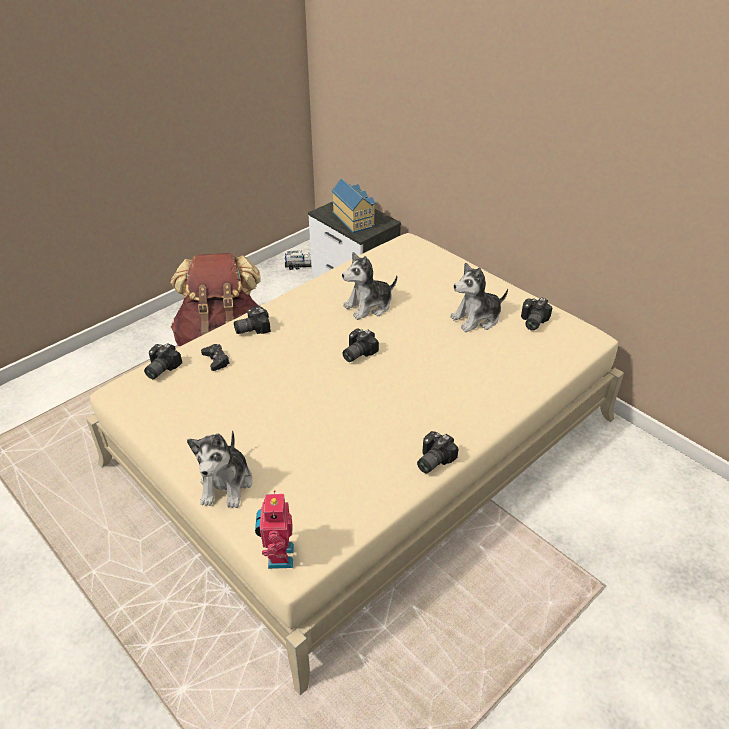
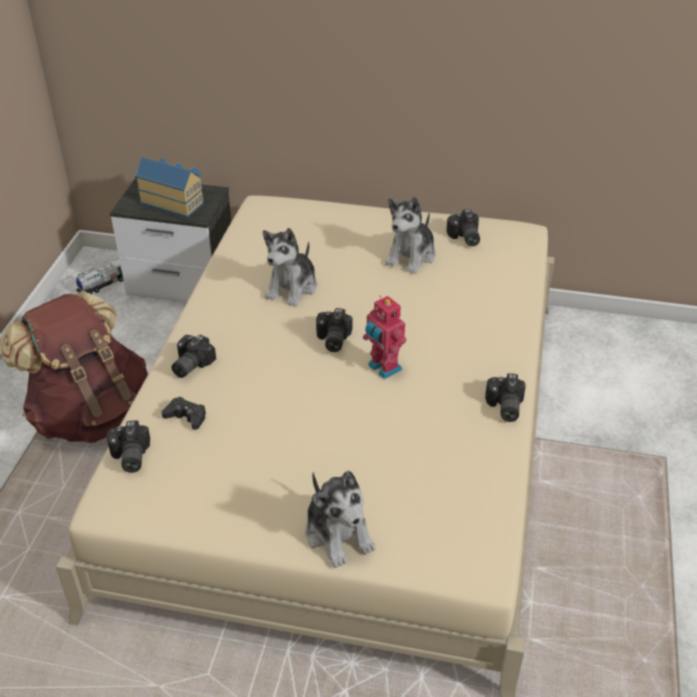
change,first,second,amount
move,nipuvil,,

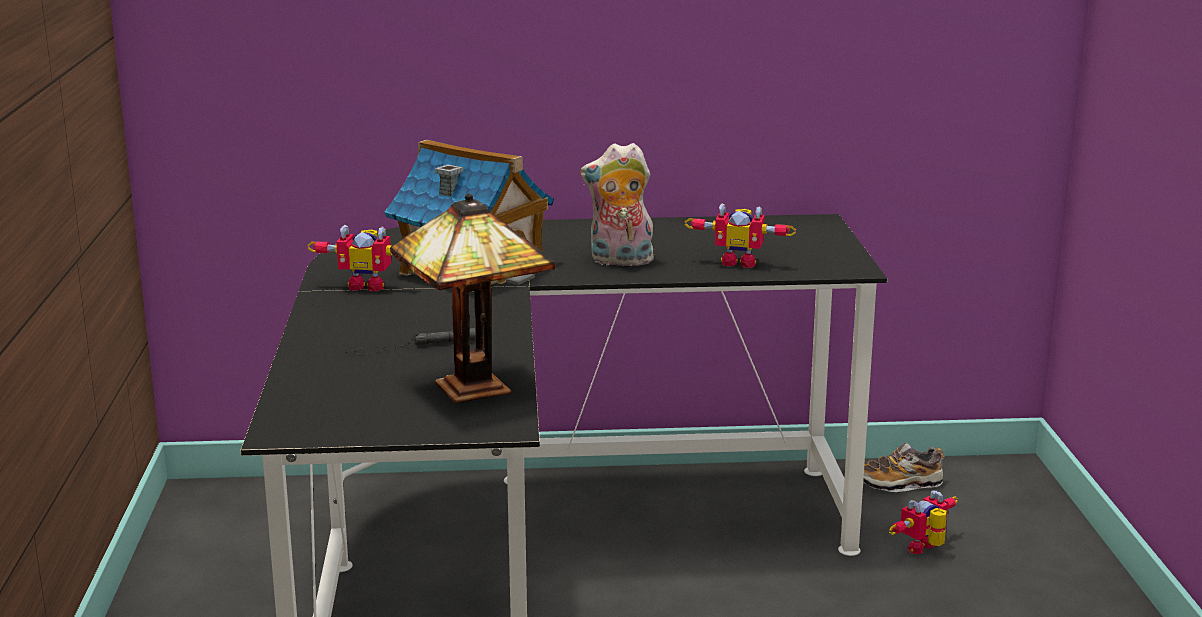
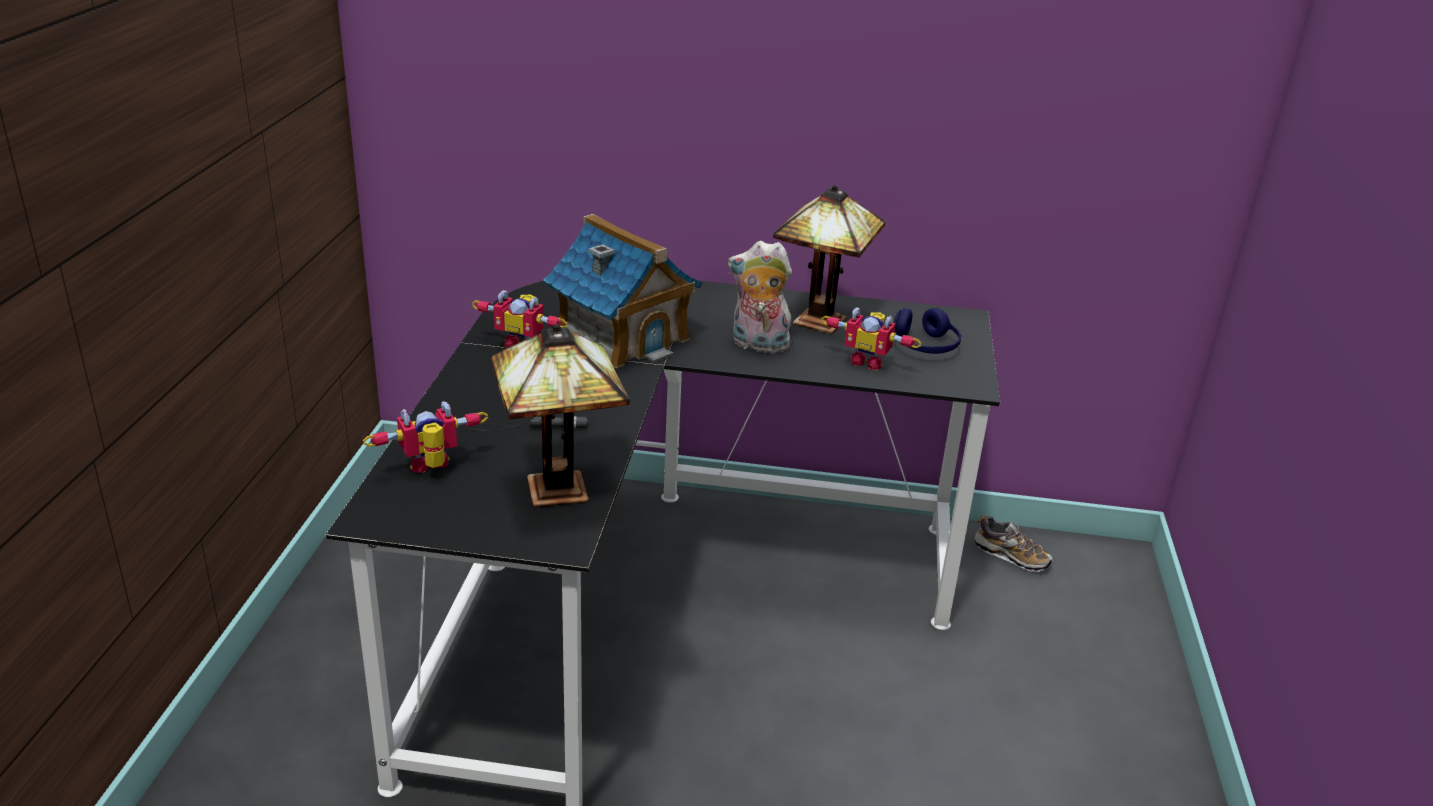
change,first,second,amount
move,nipuvil (3rd from left in the first image),nipuvil (1st from left),
insert,,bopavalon (2nd from left),
insert,,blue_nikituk,
rotate,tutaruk,,150 degrees counterclockwise

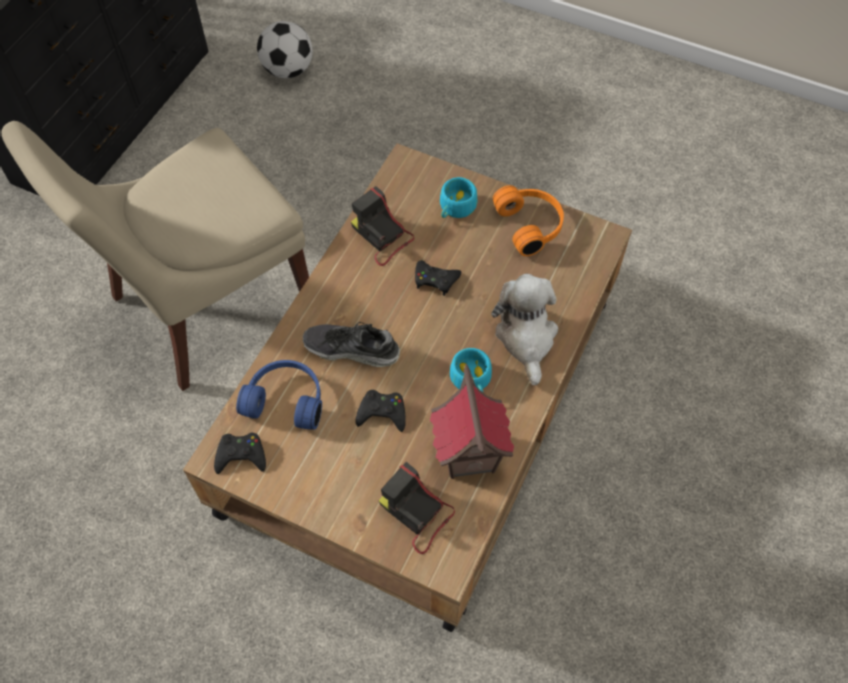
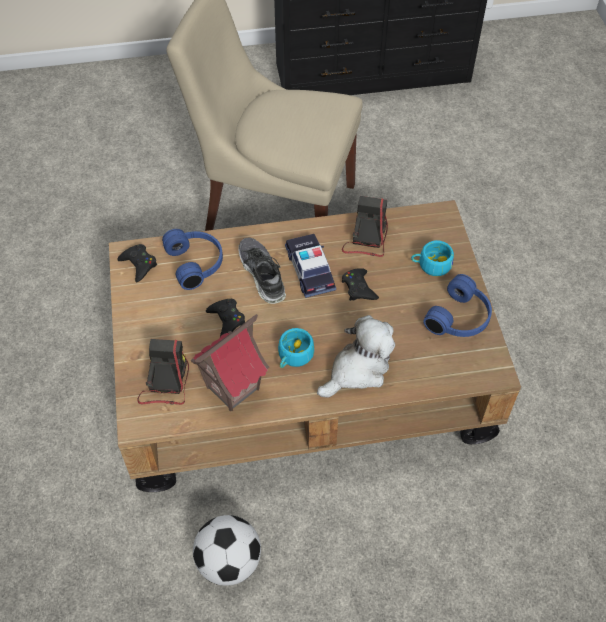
change,first,second,amount
move,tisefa,,
insert,,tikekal,
recolor,orange_nikituk,blue_nikituk (2nd from left),

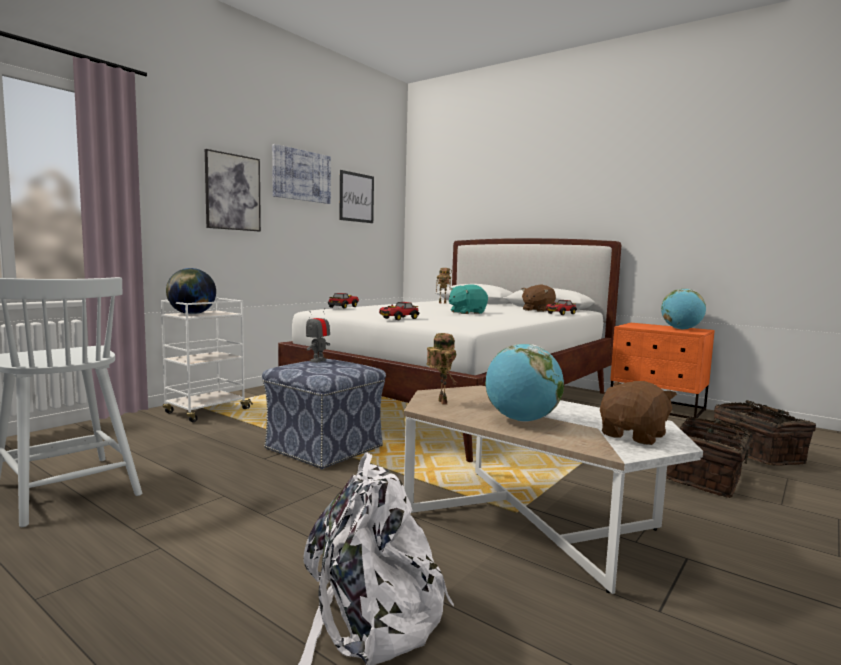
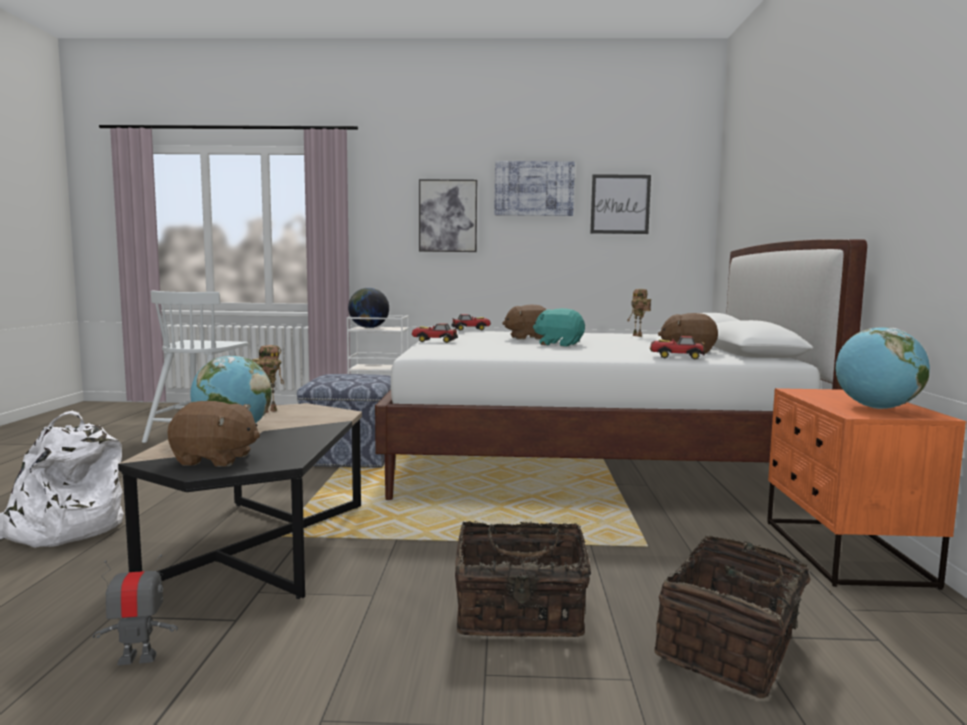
change,first,second,amount
move,nipuvil (1st from left),,
recolor,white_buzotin,black_buzotin,
insert,,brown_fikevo (2nd from left),

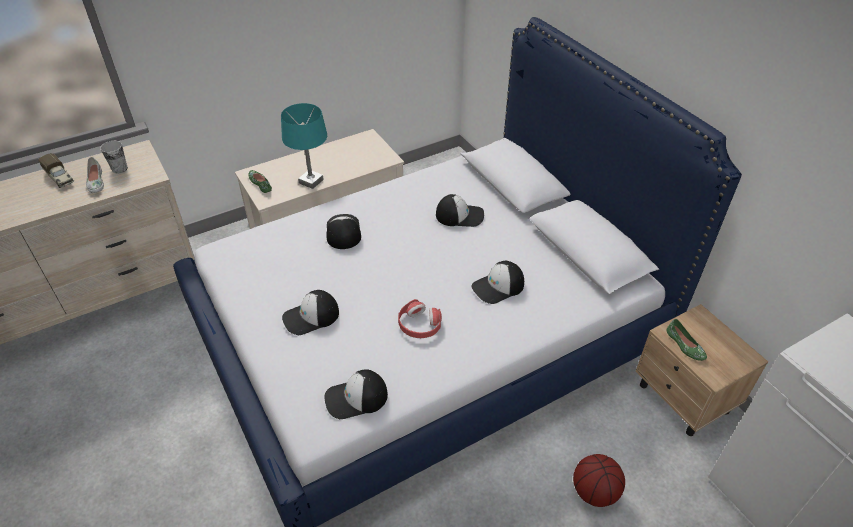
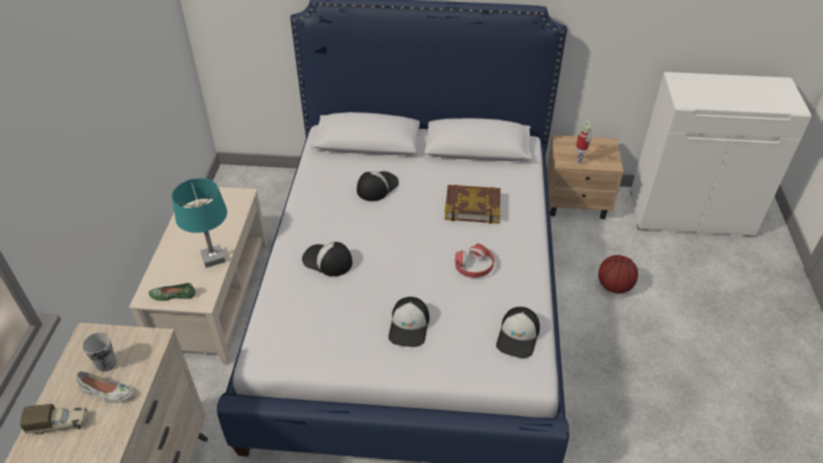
change,first,second,amount
replace,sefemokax (5th from left),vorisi,
replace,green_tutaruk (2nd from left),nipuvil,

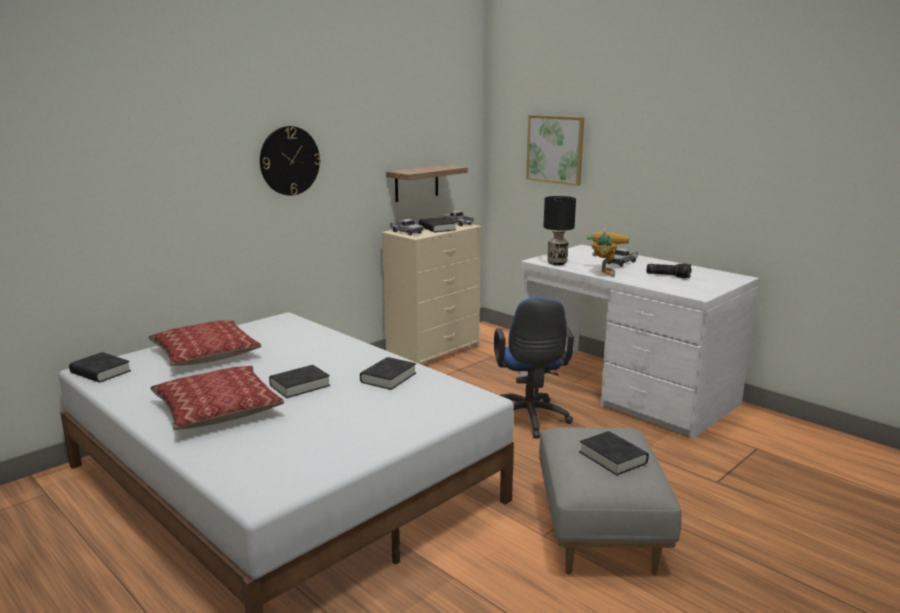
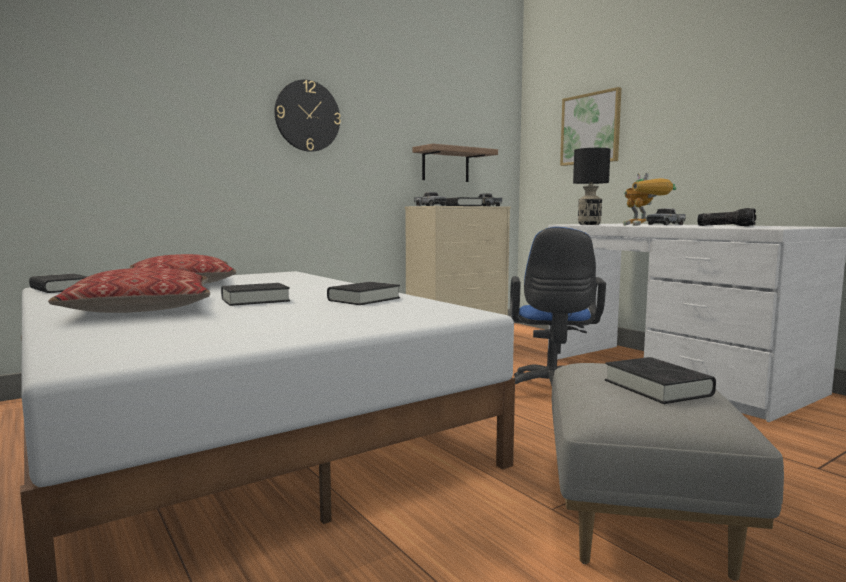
change,first,second,amount
rotate,nipuvil,,135 degrees clockwise

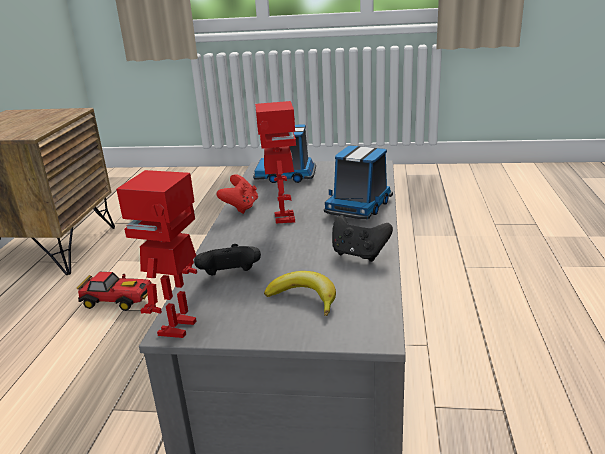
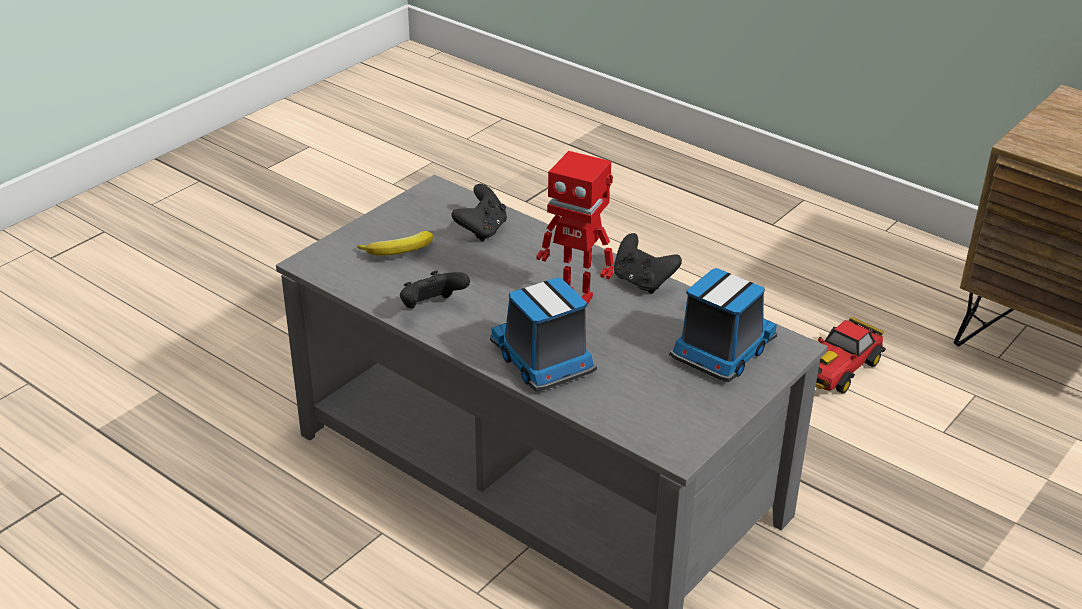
change,first,second,amount
recolor,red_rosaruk,black_rosaruk (3rd from left),
delete,nipuvil (1st from left),,

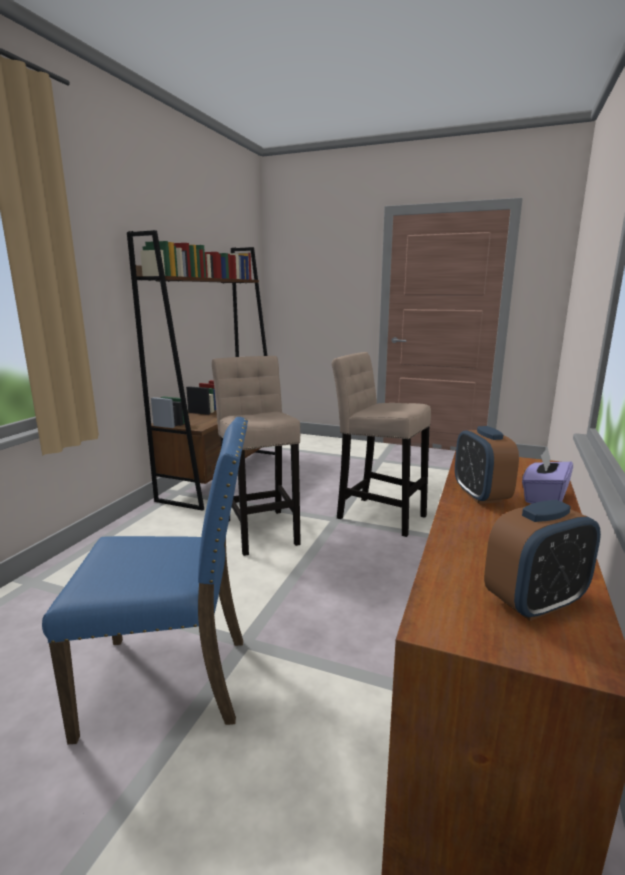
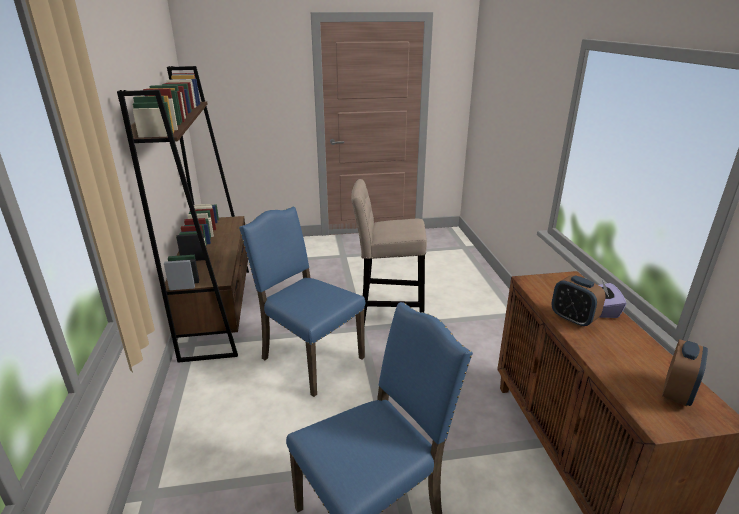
change,first,second,amount
replace,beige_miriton (1st from left),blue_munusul (1st from left),

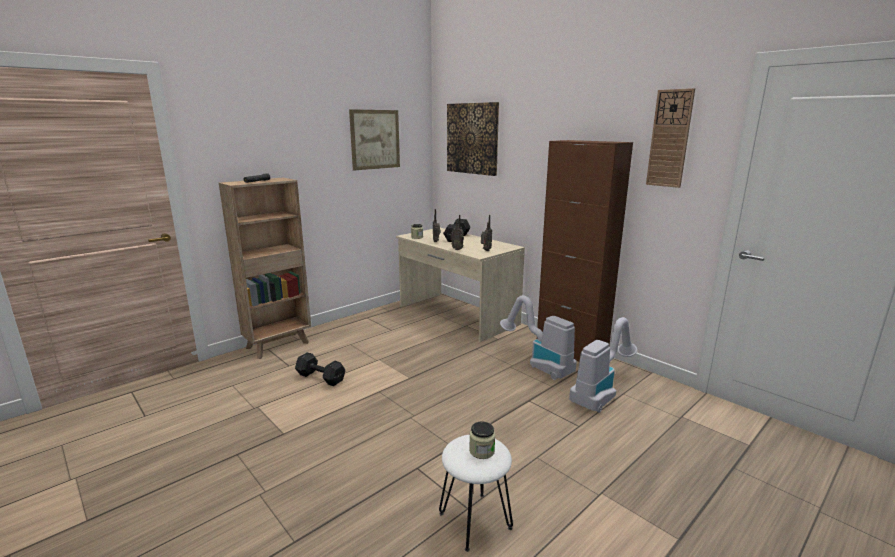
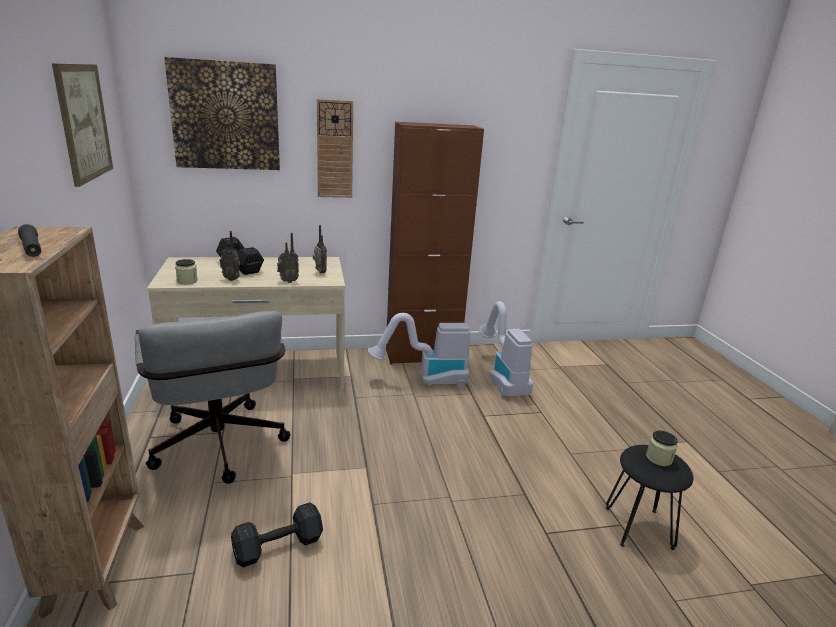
change,first,second,amount
insert,,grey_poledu,
move,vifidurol,,
recolor,white_miriton,black_miriton,

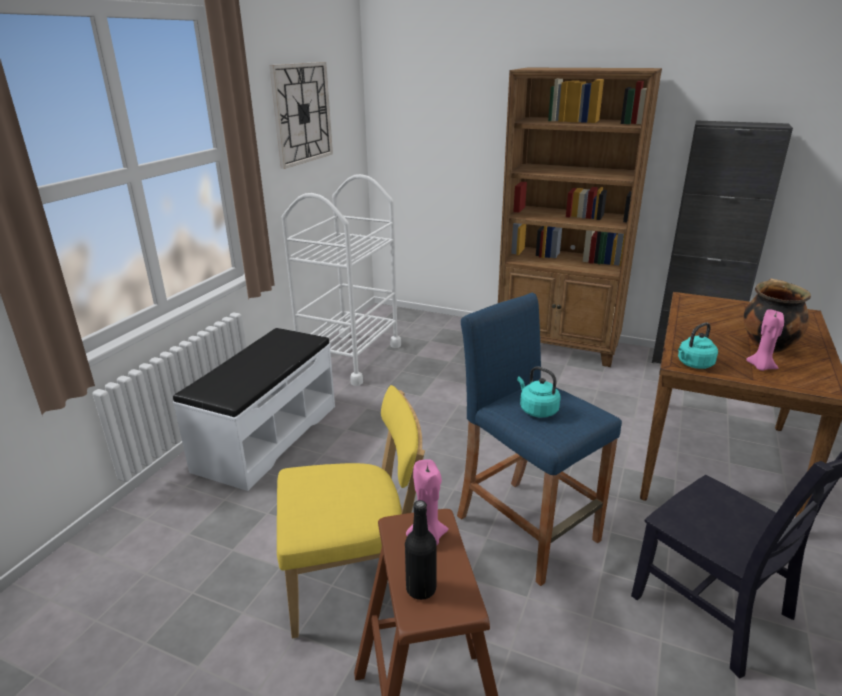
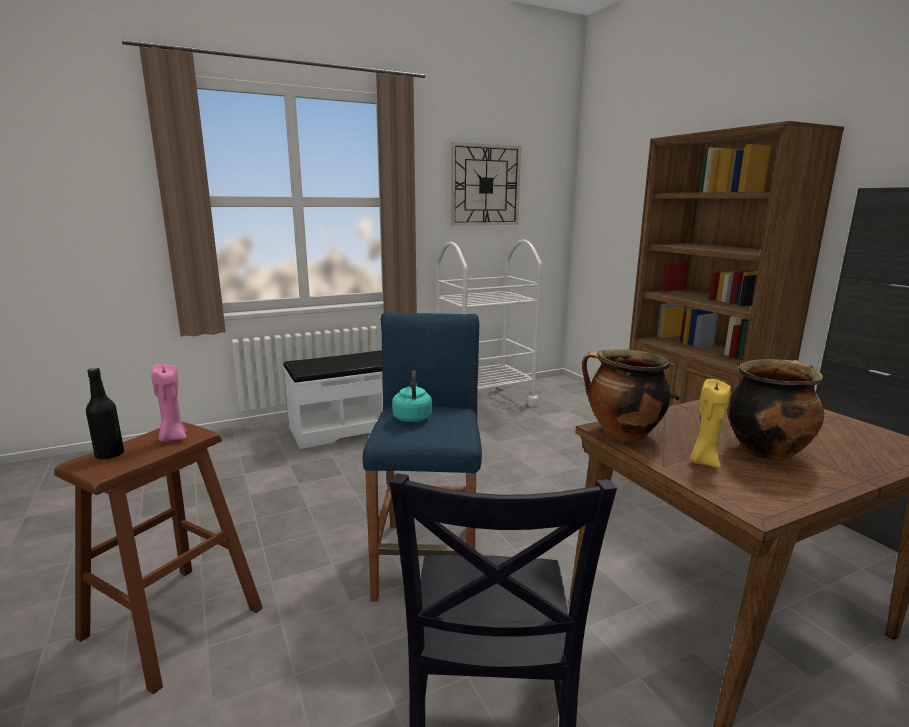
change,first,second,amount
replace,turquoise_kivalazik (2nd from left),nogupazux (1st from left),
recolor,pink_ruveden (2nd from left),yellow_ruveden,
delete,yellow_munusul,,

